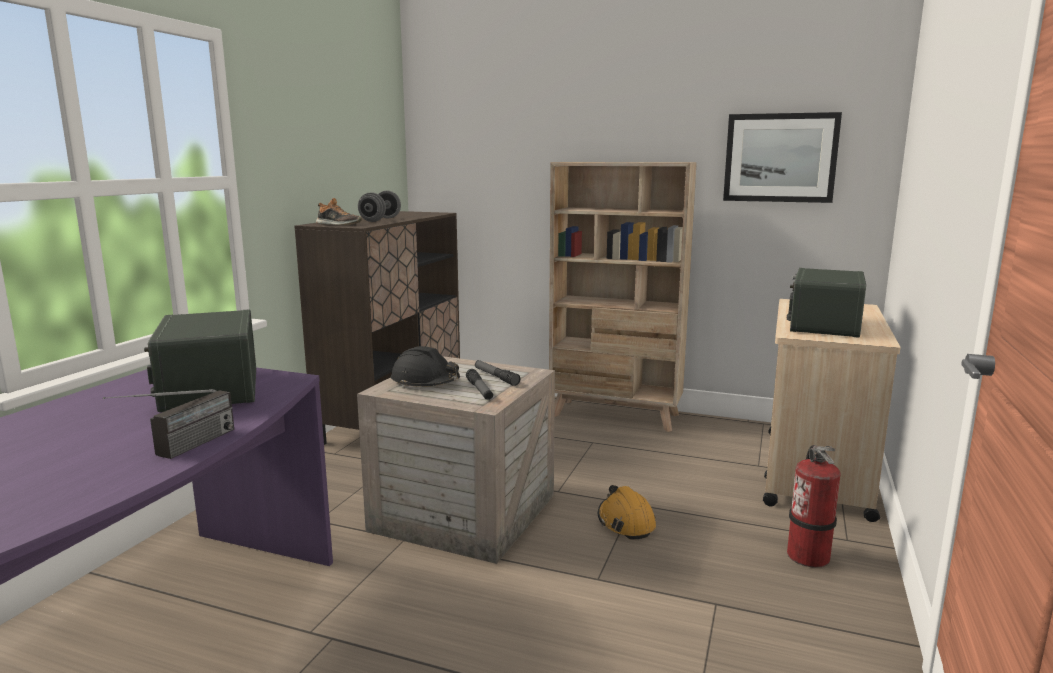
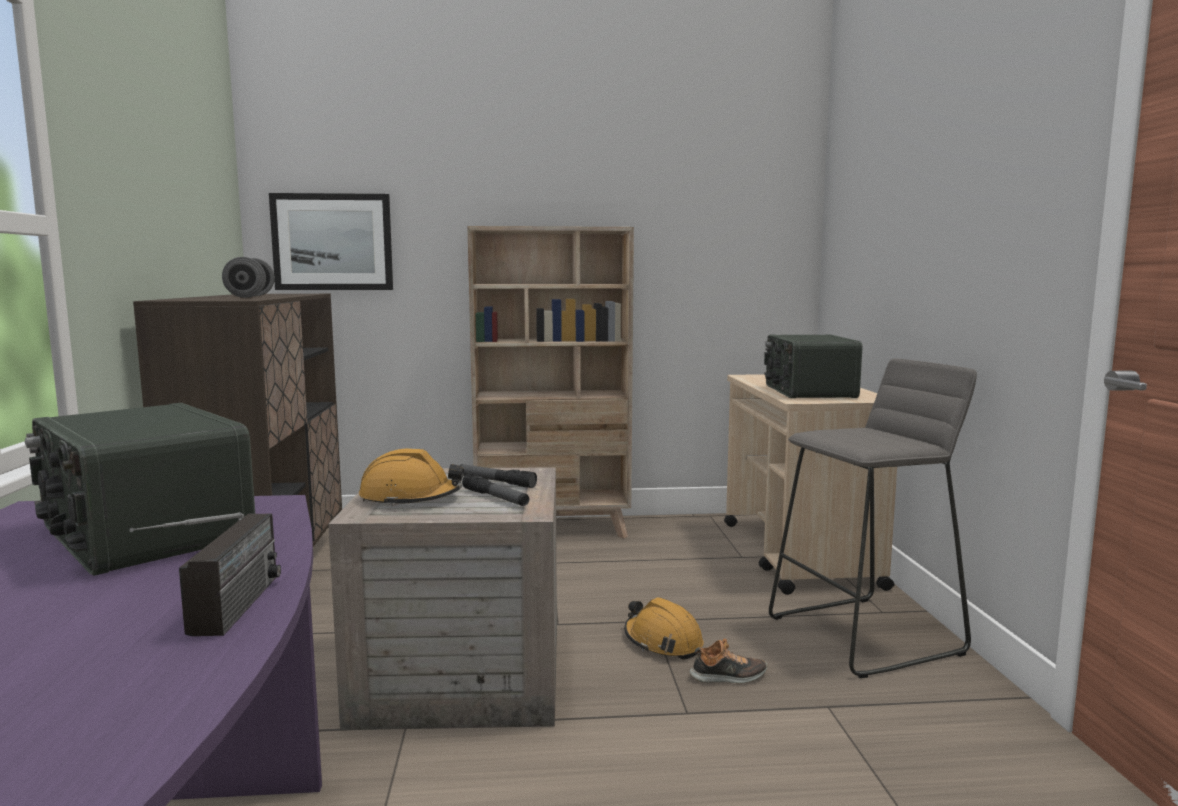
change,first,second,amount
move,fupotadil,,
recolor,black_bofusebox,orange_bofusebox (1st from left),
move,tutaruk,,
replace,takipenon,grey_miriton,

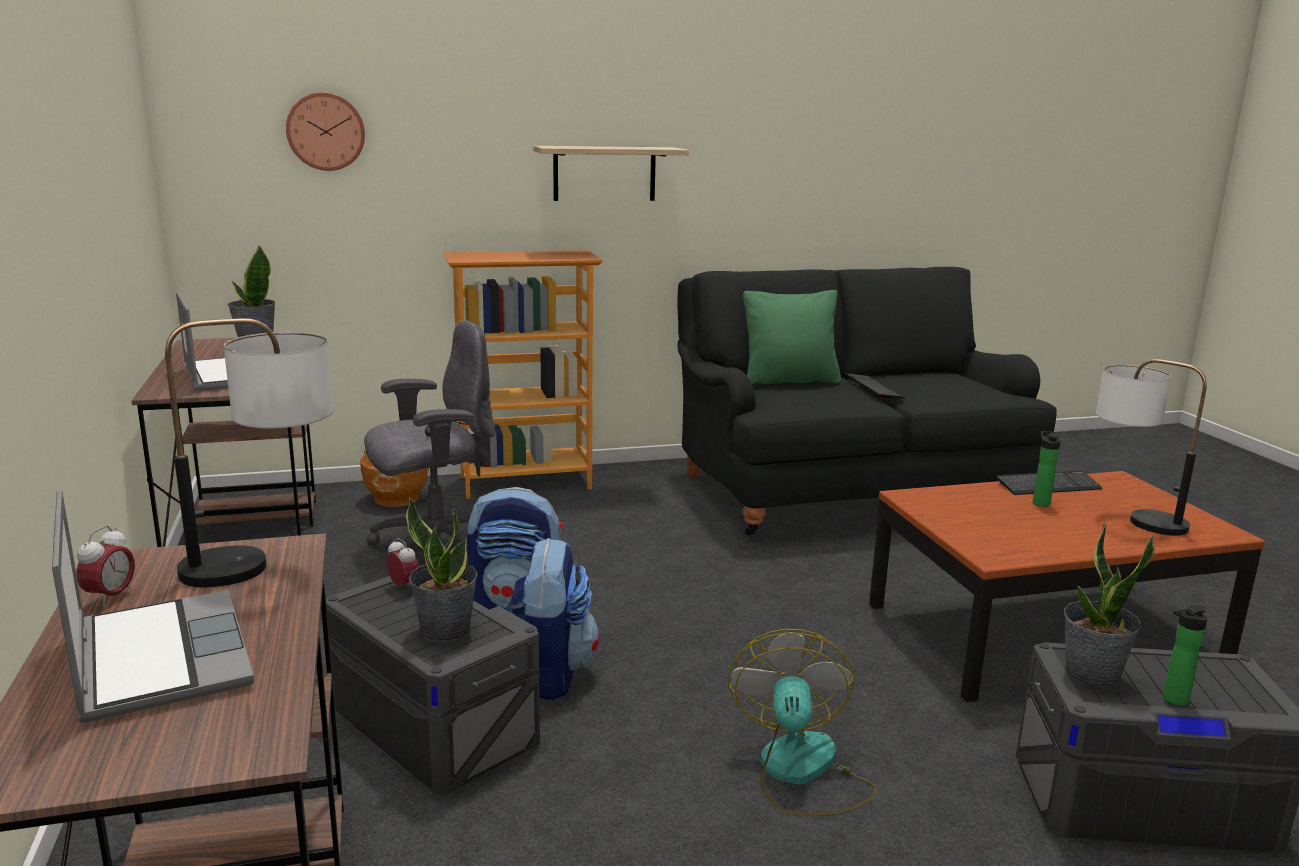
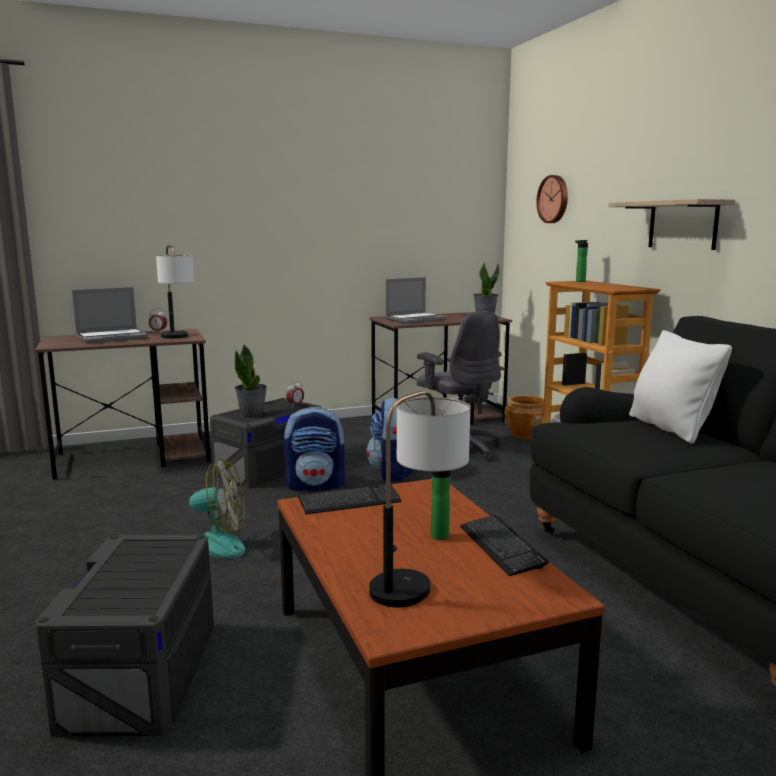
change,first,second,amount
move,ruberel (1st from left),,
move,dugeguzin (2nd from left),,
recolor,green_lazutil,white_lazutil,
delete,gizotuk (3rd from left),,

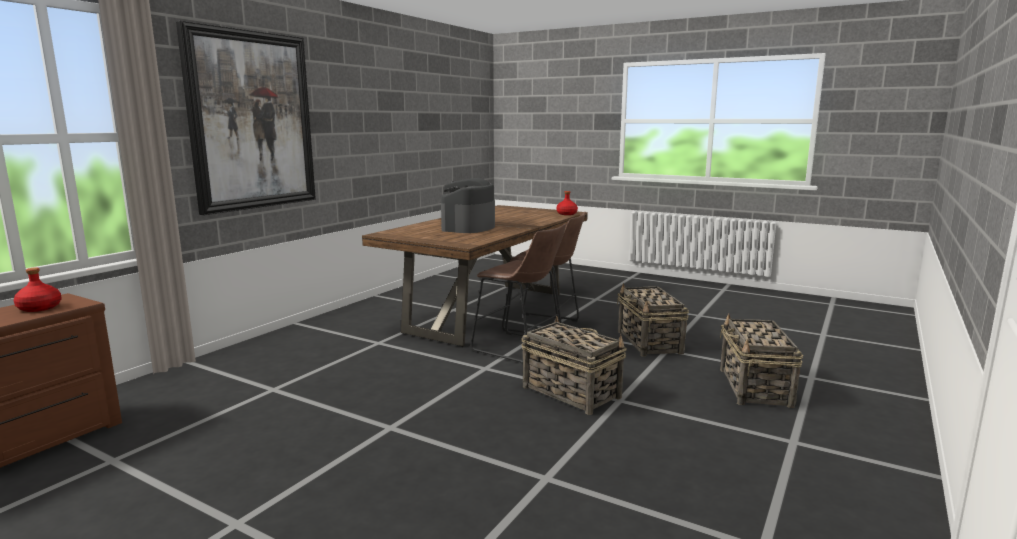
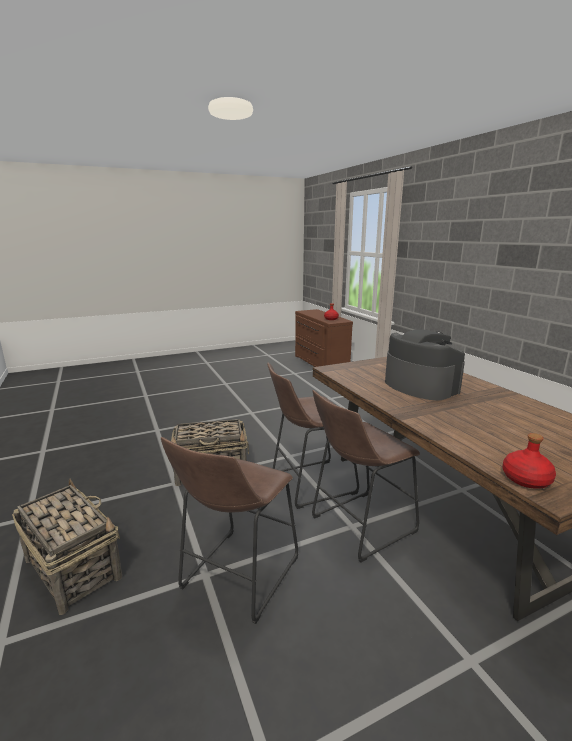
change,first,second,amount
replace,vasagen (2nd from left),brown_miriton (1st from left),
delete,fupotadil,,

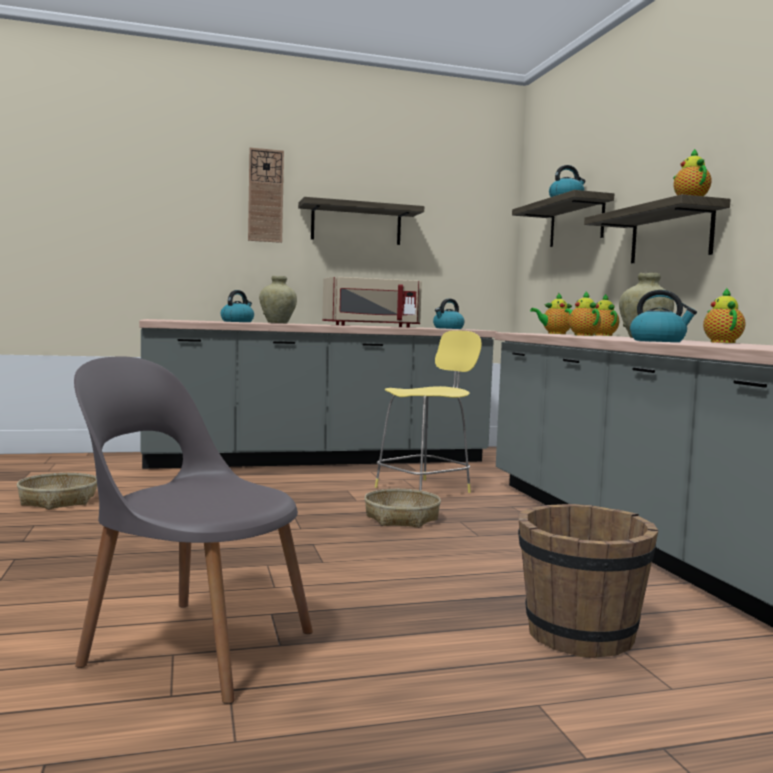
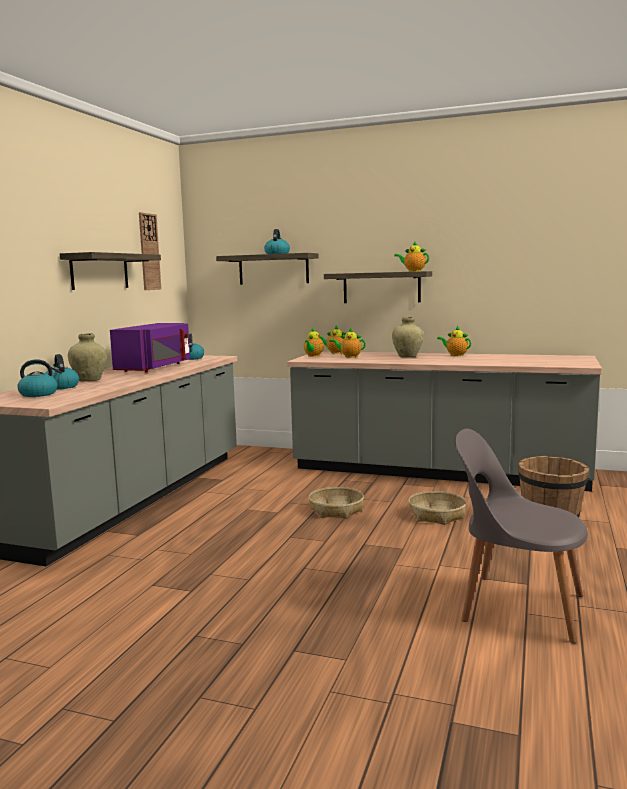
change,first,second,amount
move,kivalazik (4th from left in the first image),kivalazik (1st from left),
recolor,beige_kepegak,purple_kepegak,
move,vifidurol,,
move,vasagen (1st from left in the first image),vasagen (2nd from left),
rotate,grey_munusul,,60 degrees clockwise
delete,yellow_miriton,,

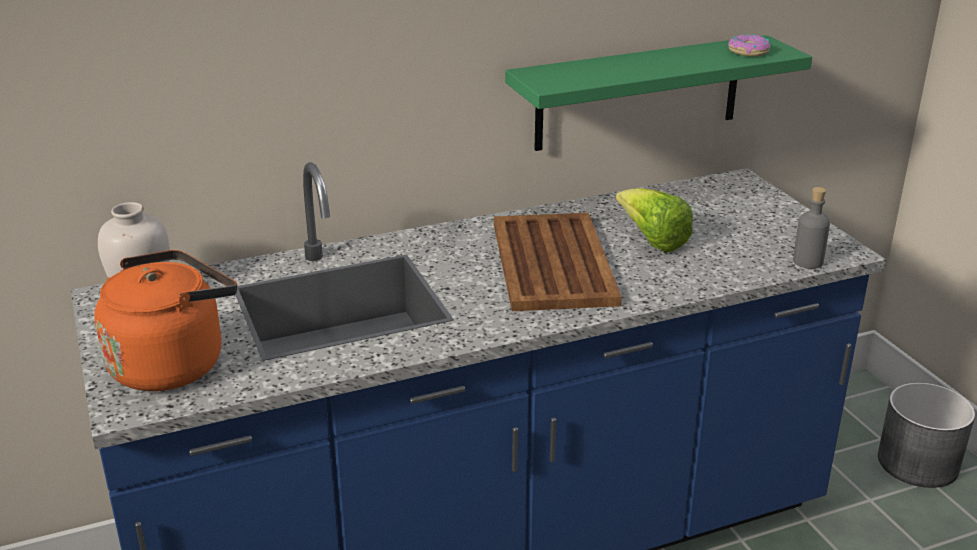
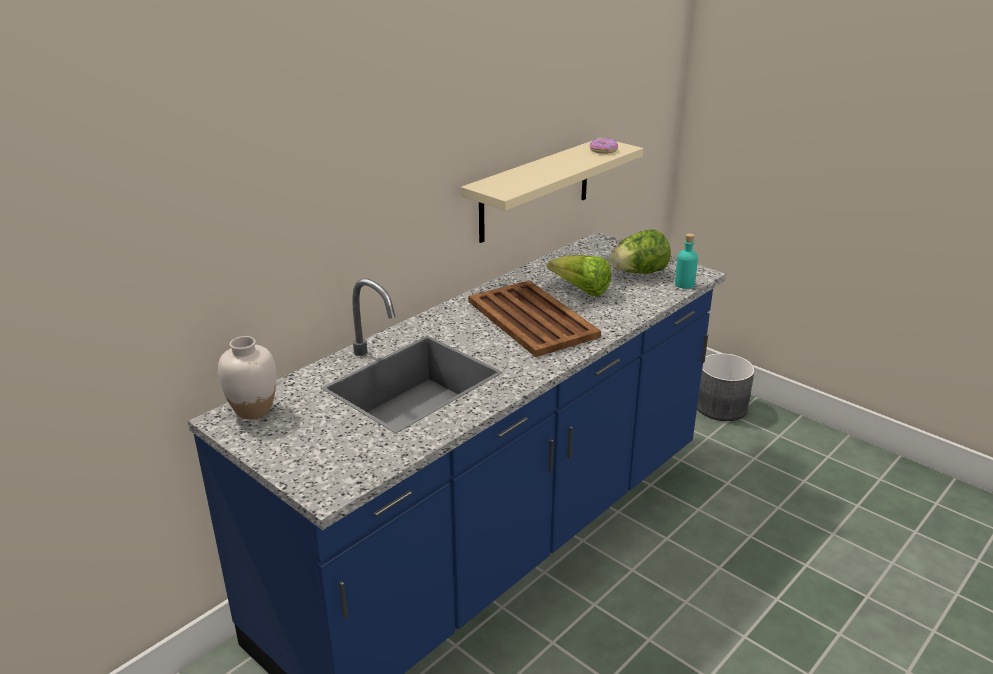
change,first,second,amount
recolor,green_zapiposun,beige_zapiposun,
insert,,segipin (2nd from left),
recolor,grey_dugeguzin,turquoise_dugeguzin,
delete,orange_kivalazik,,

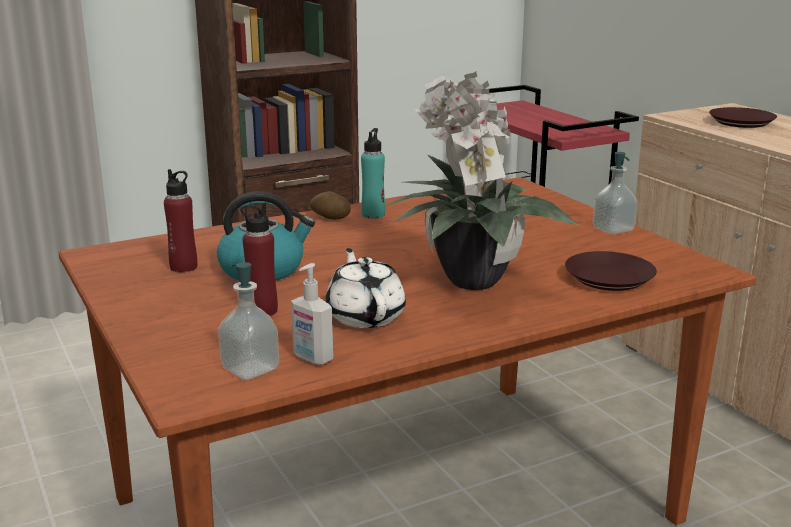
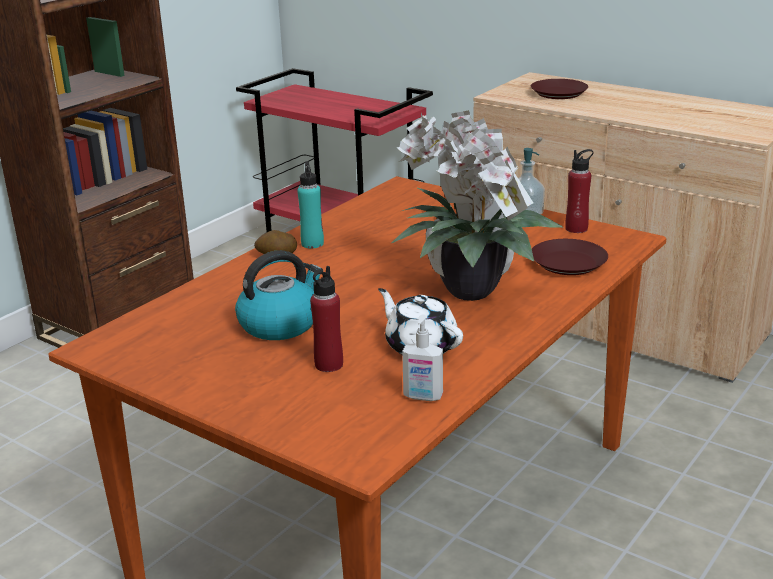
change,first,second,amount
move,red_dugeguzin (1st from left in the first image),red_dugeguzin (2nd from left),
delete,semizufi (1st from left),,

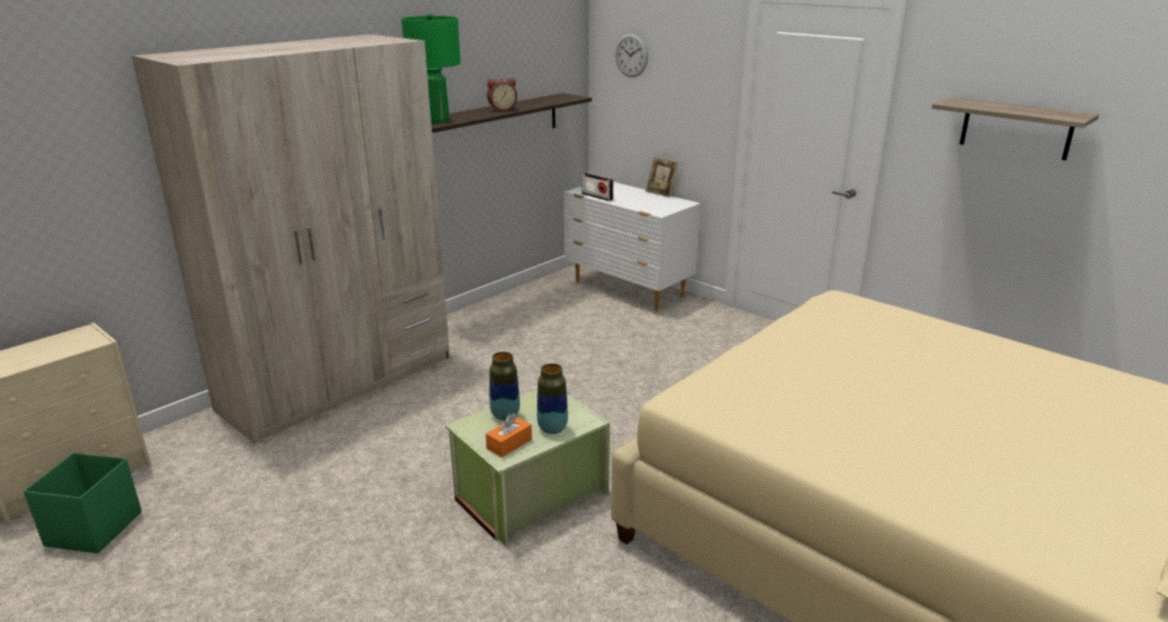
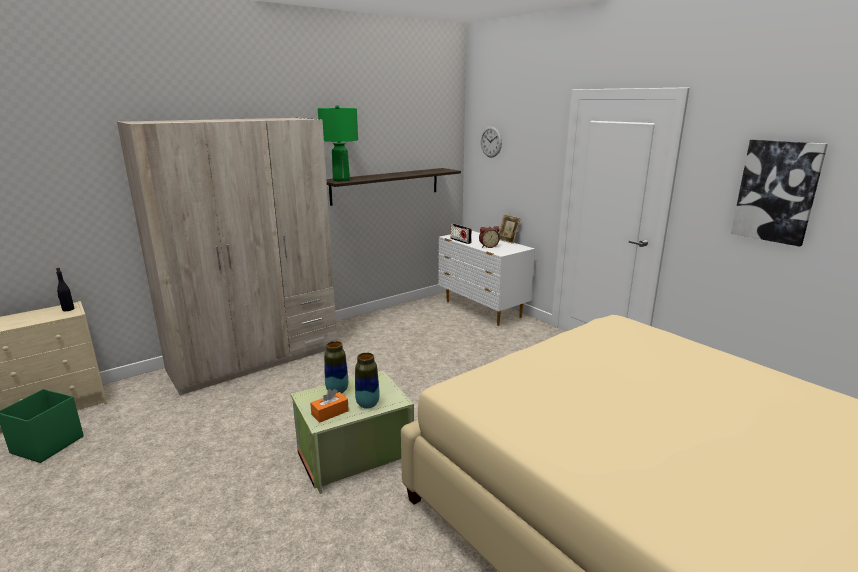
change,first,second,amount
insert,,black_dugeguzin,
move,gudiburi,,
replace,zapiposun (2nd from left),fupotadil,

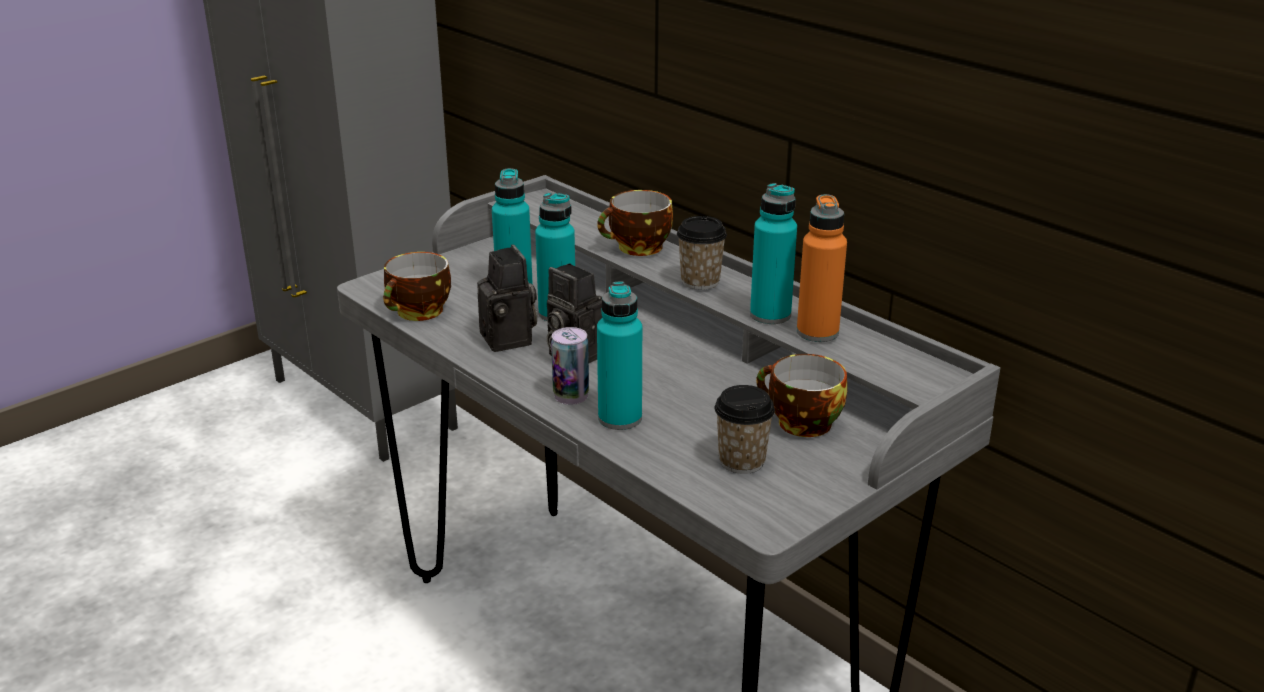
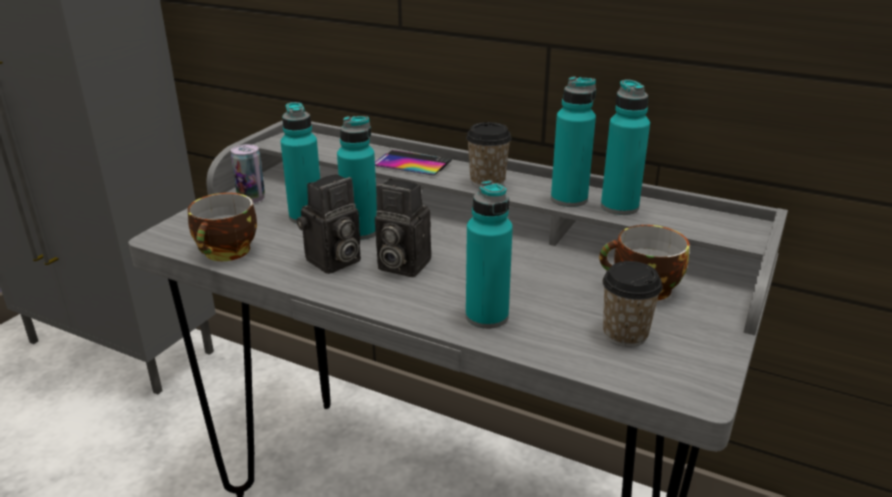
change,first,second,amount
move,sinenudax,,
rotate,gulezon (1st from left),,90 degrees clockwise
replace,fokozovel (2nd from left),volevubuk,
recolor,orange_dugeguzin,turquoise_dugeguzin (5th from left),

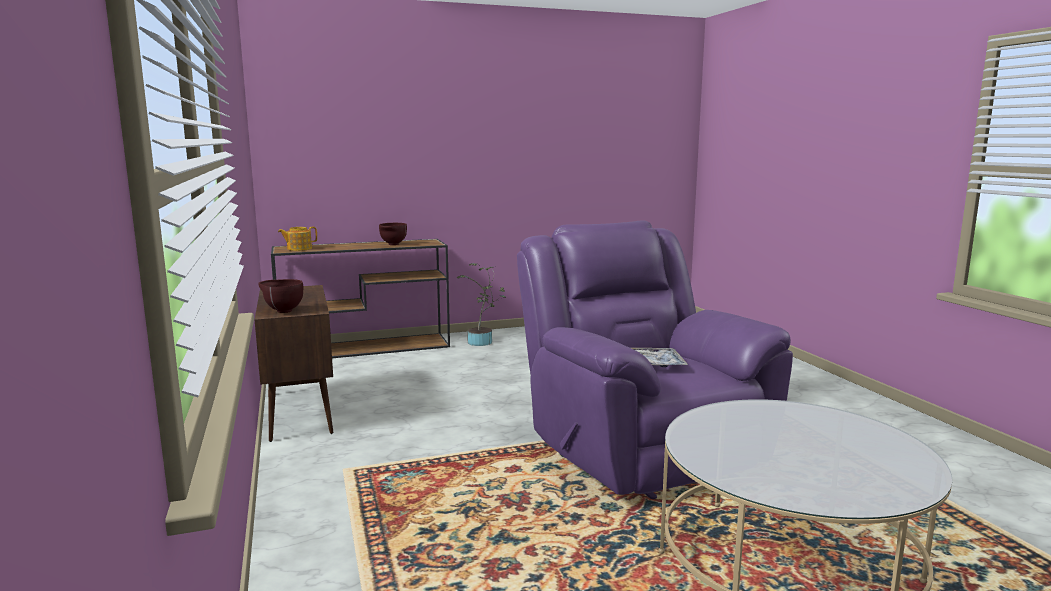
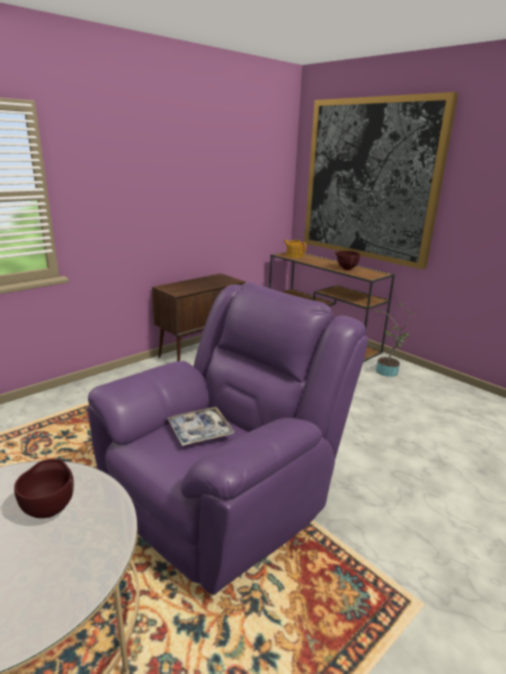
change,first,second,amount
move,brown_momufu (1st from left),,
insert,,fupotadil,

